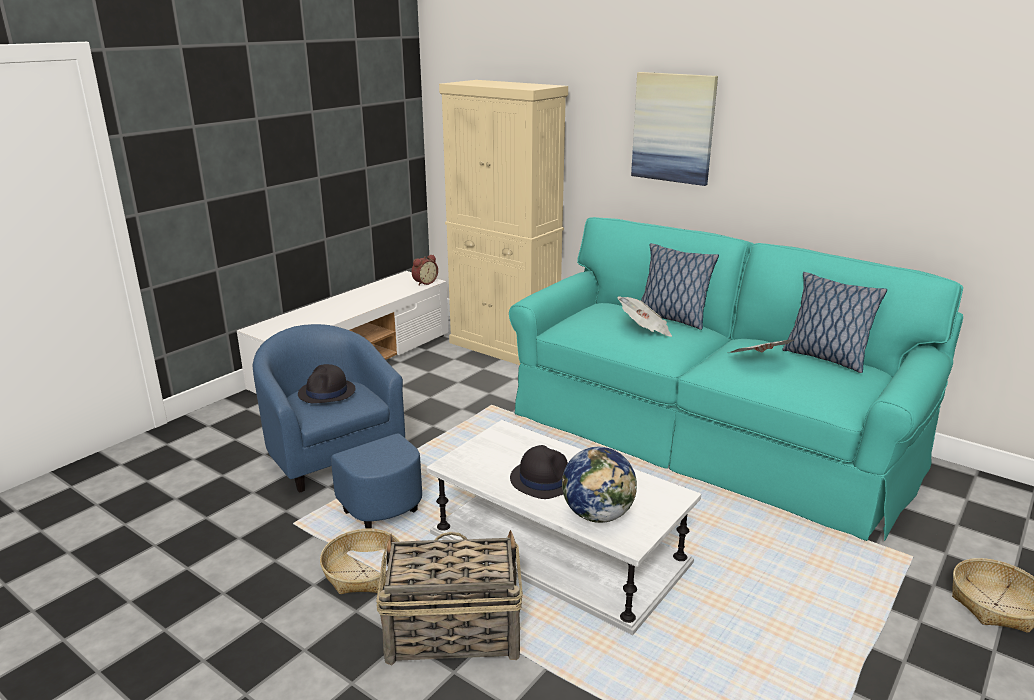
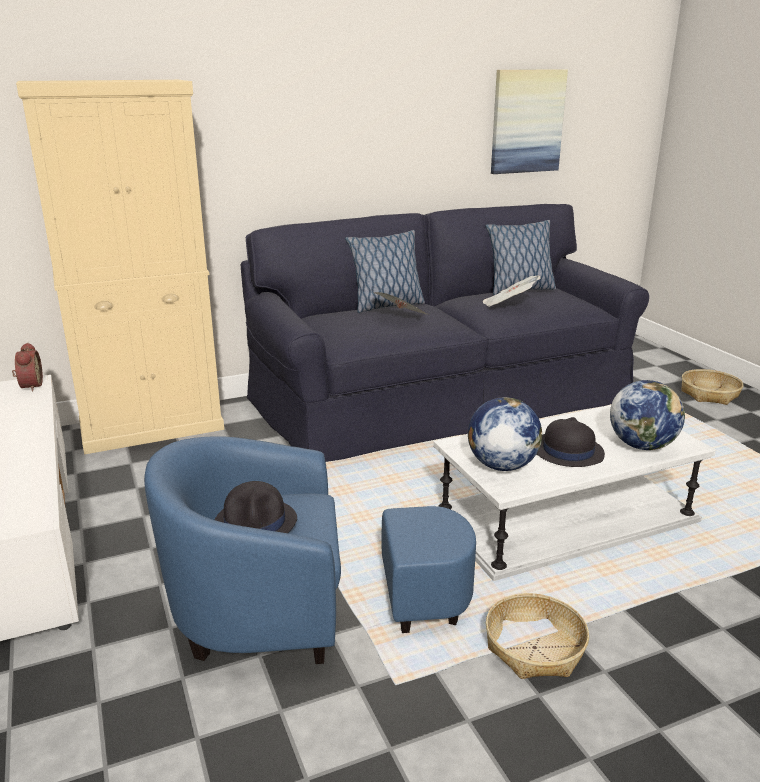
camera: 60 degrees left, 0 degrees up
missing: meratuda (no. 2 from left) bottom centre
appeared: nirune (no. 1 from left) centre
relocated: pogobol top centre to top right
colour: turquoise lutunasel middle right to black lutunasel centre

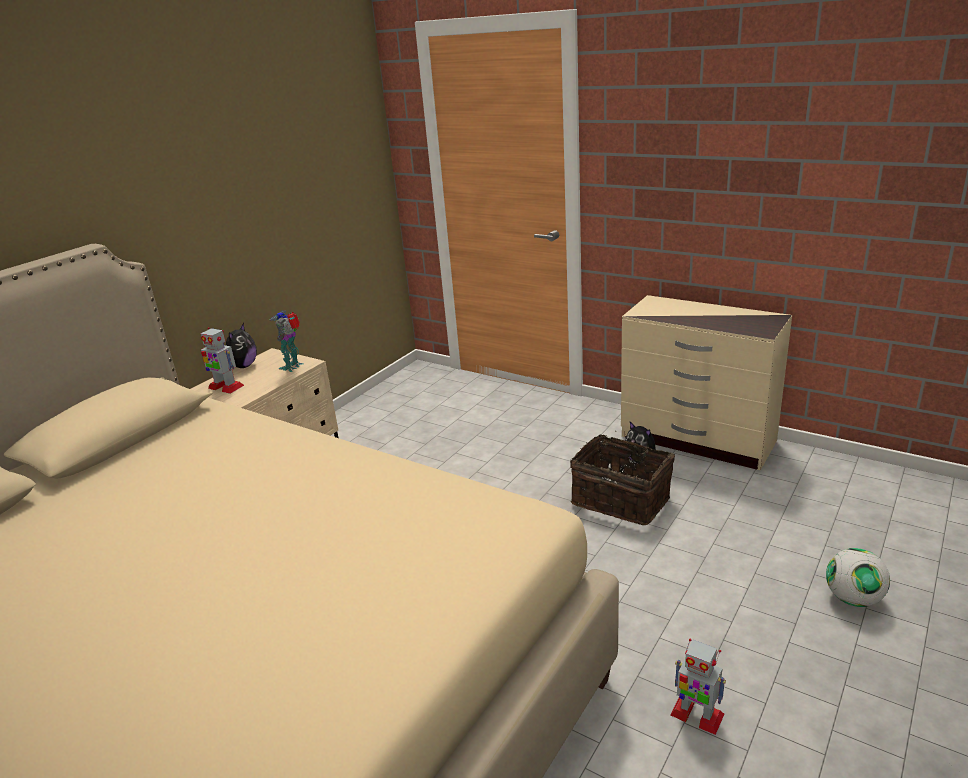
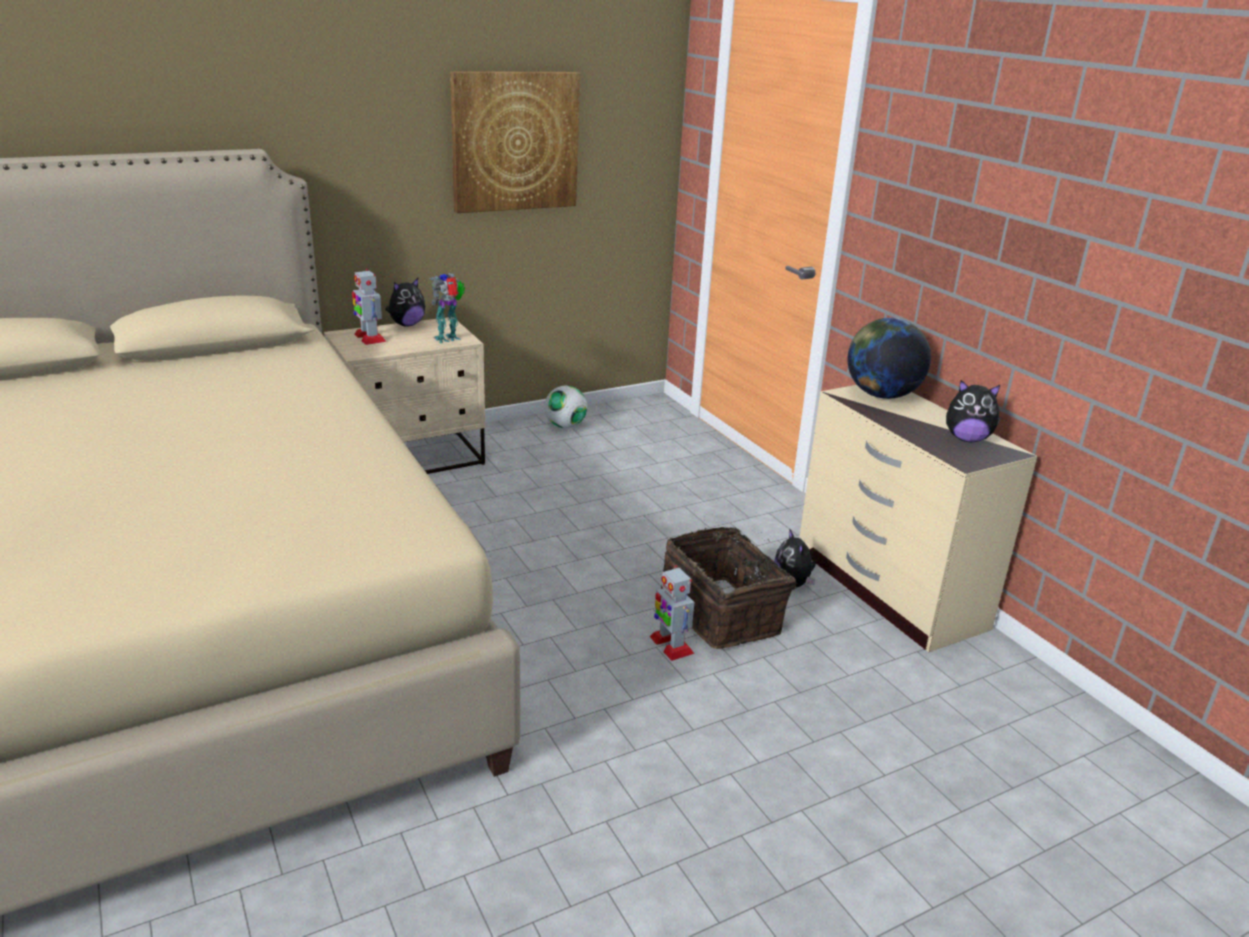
camera: 25 degrees right, 0 degrees up
appeared: pogobol top centre; nirune middle right; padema (no. 3 from left) middle right
relocated: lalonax bottom right to centre; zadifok (no. 3 from left) bottom right to centre

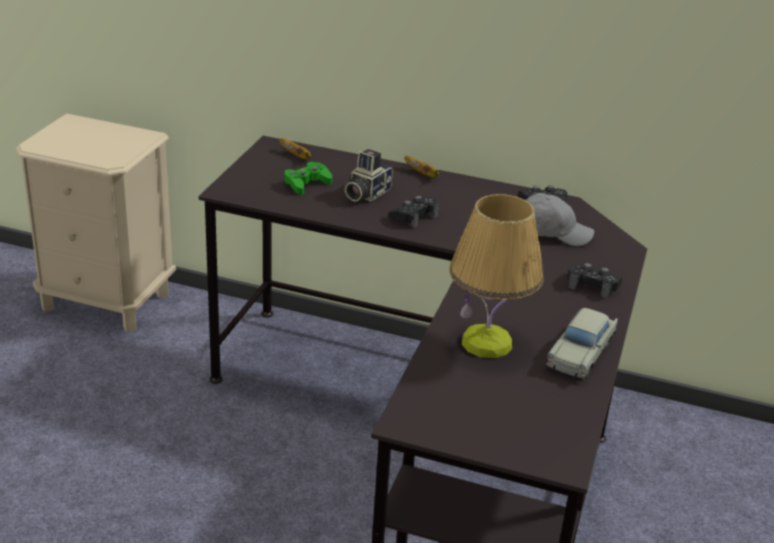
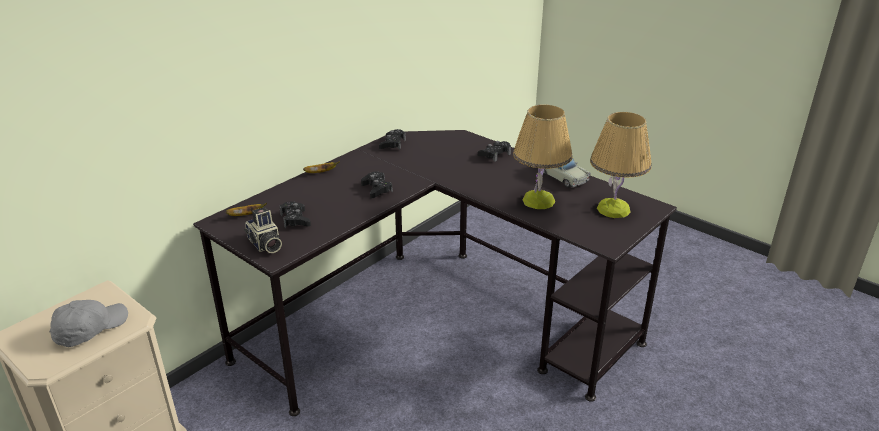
camera: 65 degrees left, 0 degrees up
appeared: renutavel (no. 2 from left) middle right
relocated: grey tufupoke middle right to bottom left; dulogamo top centre to middle left
colour: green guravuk top centre to black guravuk (no. 1 from left) centre

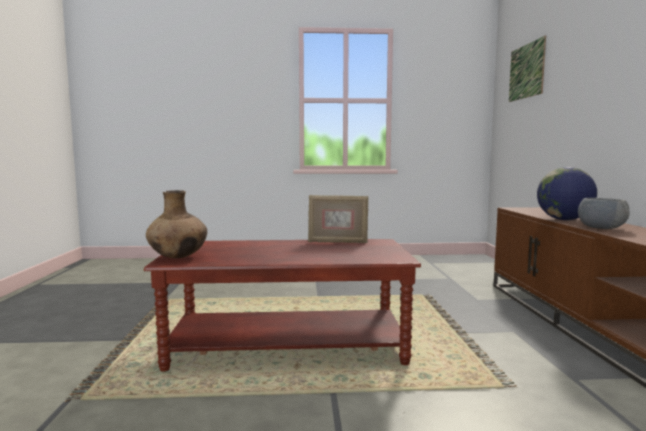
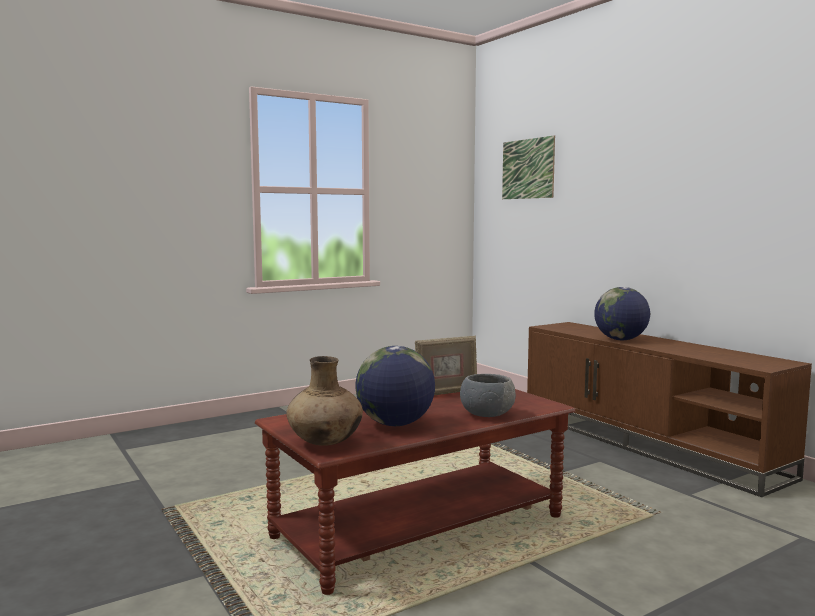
camera: 30 degrees left, 0 degrees up
appeared: nirune (no. 1 from left) centre
relocated: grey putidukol middle right to centre

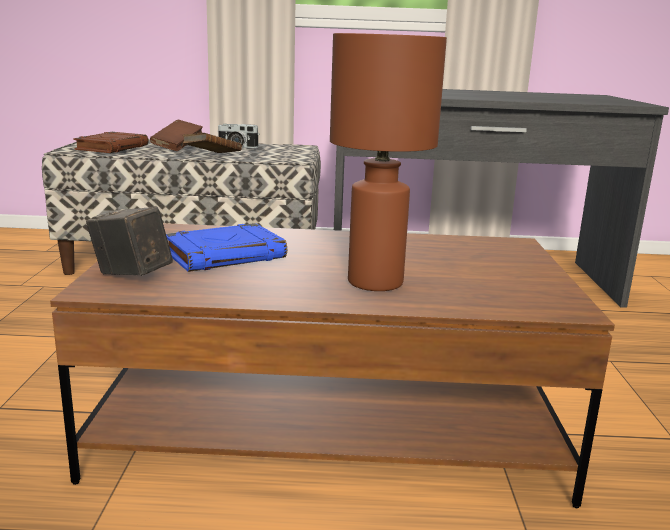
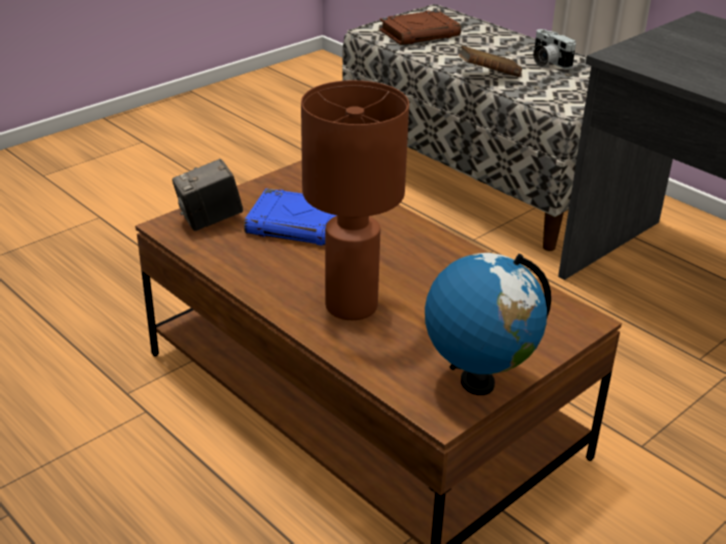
camera: 45 degrees right, 15 degrees up
missing: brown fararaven (no. 2 from left) top left
appeared: nirune middle right
spun: dulogamo (no. 1 from left) middle left = middle left 105 degrees counterclockwise

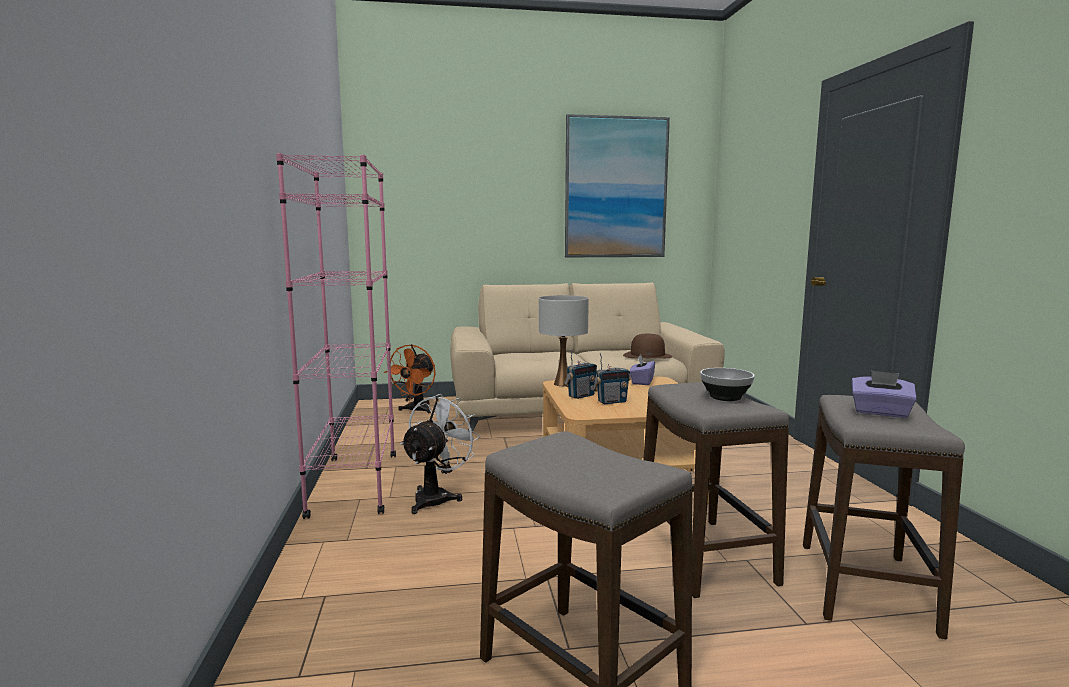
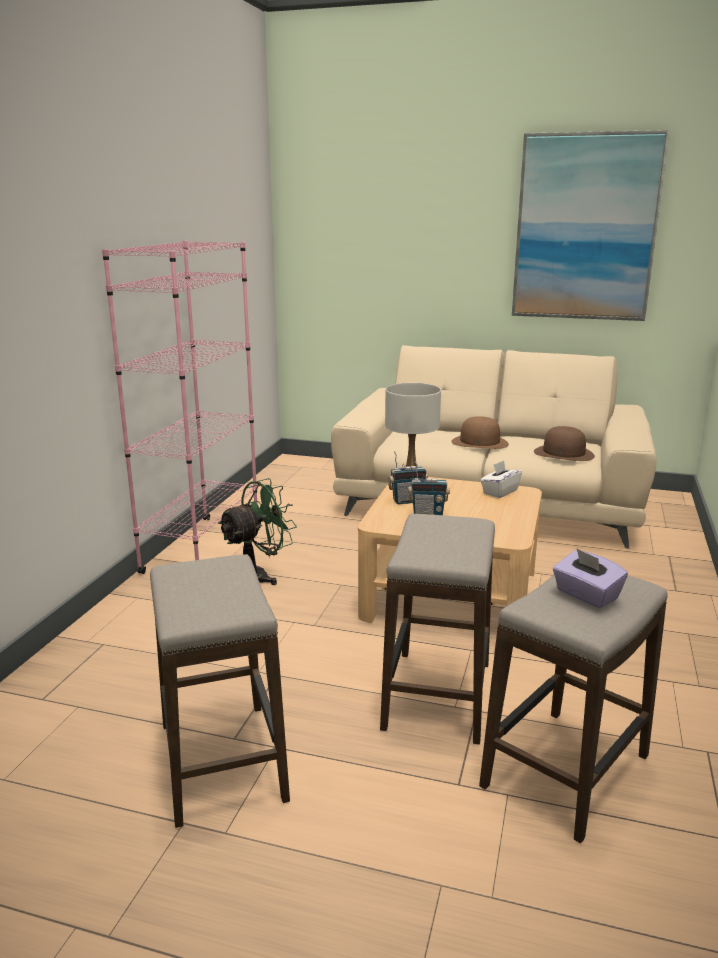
camera: 25 degrees right, 10 degrees up
missing: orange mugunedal centre; putidukol middle right
appeared: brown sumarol (no. 1 from left) middle right
colour: white mugunedal centre to green mugunedal centre; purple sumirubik (no. 1 from left) centre to white sumirubik middle right

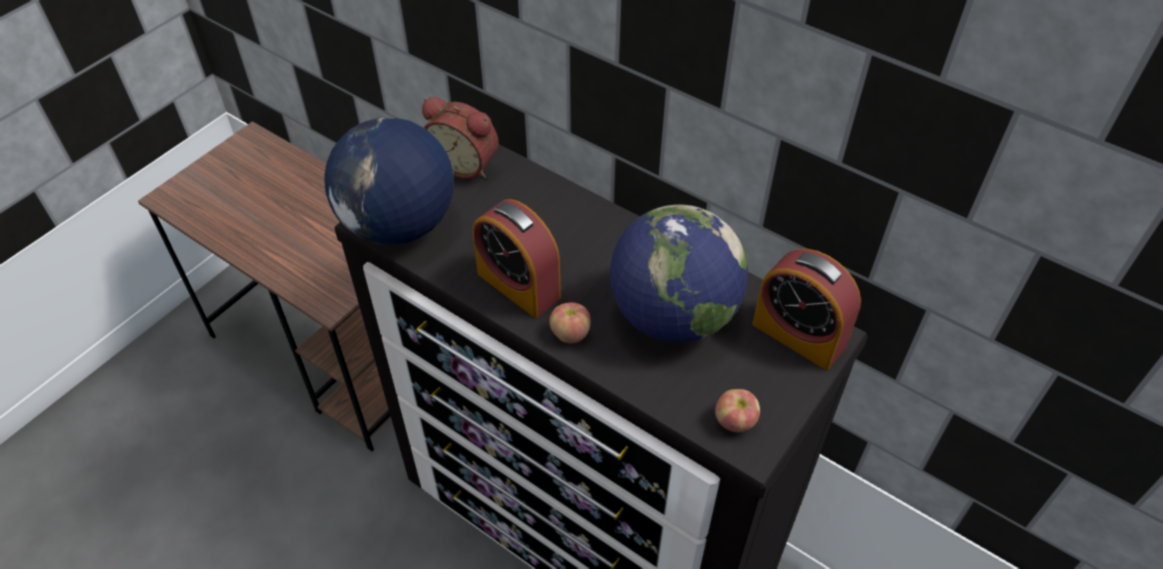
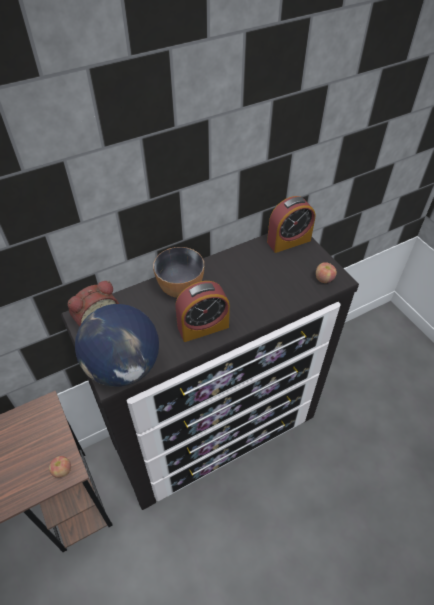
camera: 65 degrees left, 0 degrees up
missing: nirune (no. 2 from left) centre
appeared: putidukol centre
relocated: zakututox (no. 1 from left) centre to bottom left

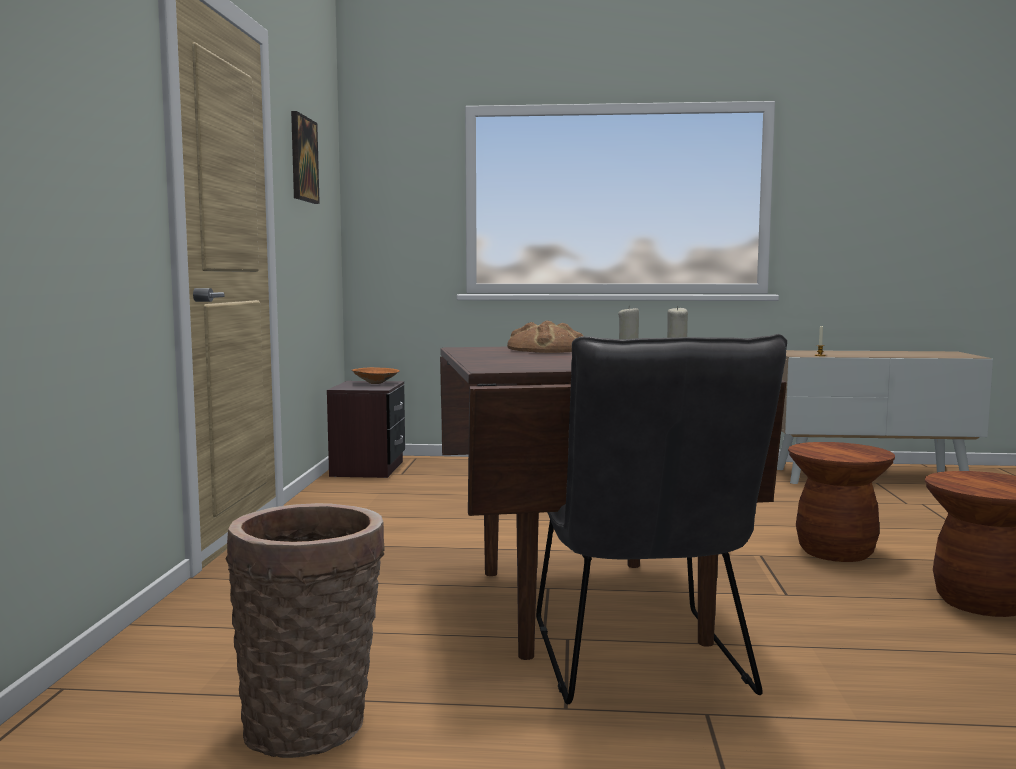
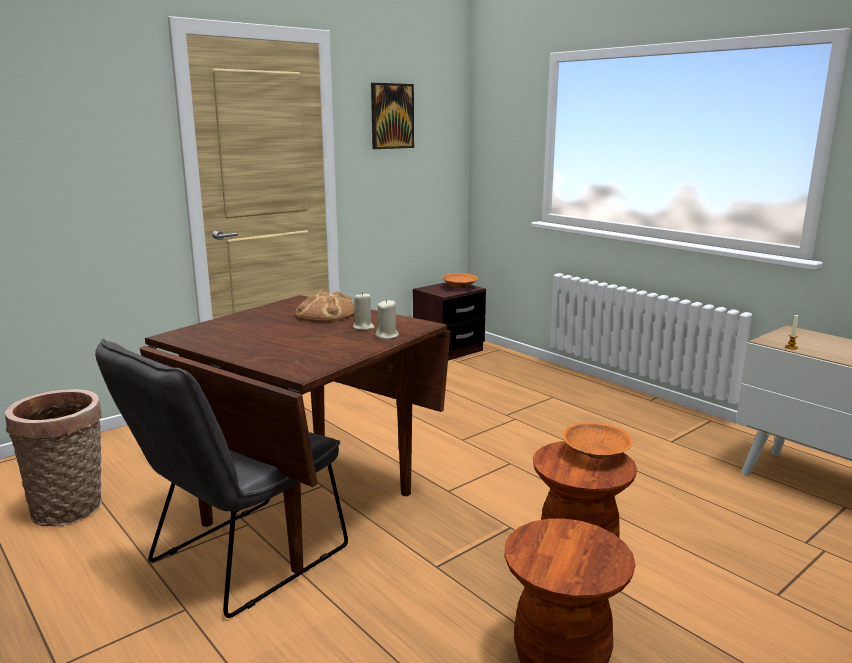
camera: 45 degrees right, 10 degrees up
appeared: orange putidukol (no. 2 from left) middle right

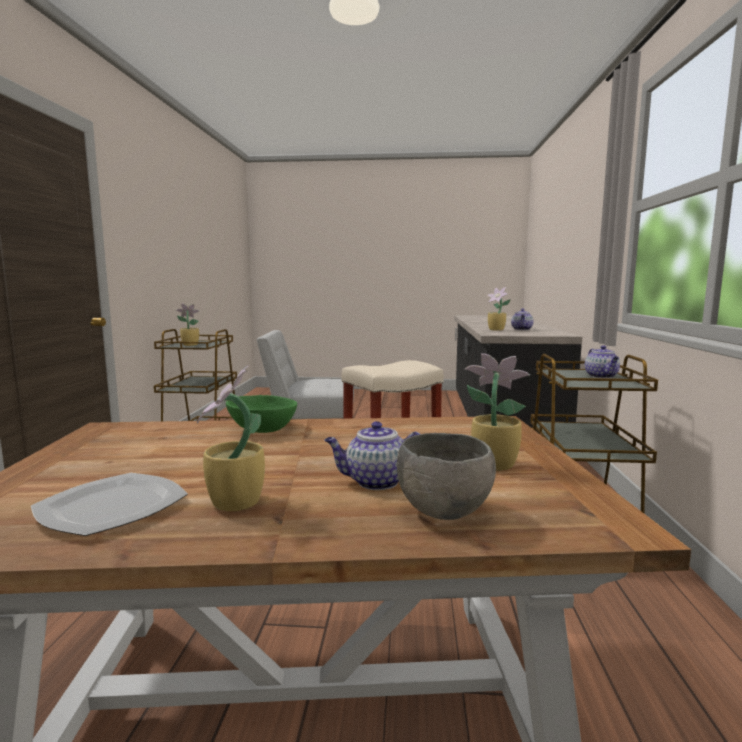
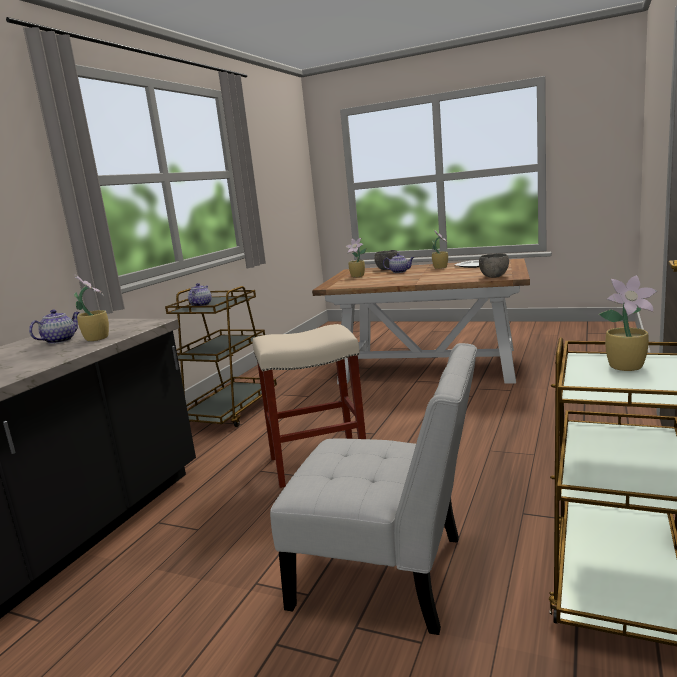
camera: 160 degrees left, 5 degrees up
missing: green putidukol centre
appeared: grey putidukol (no. 2 from left) middle right

